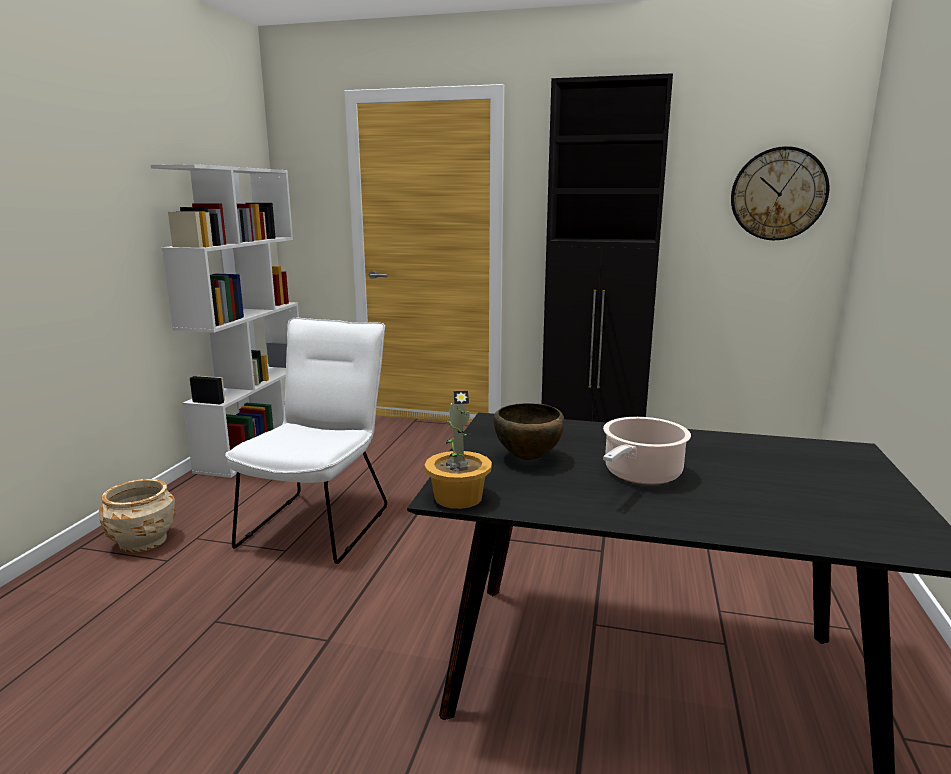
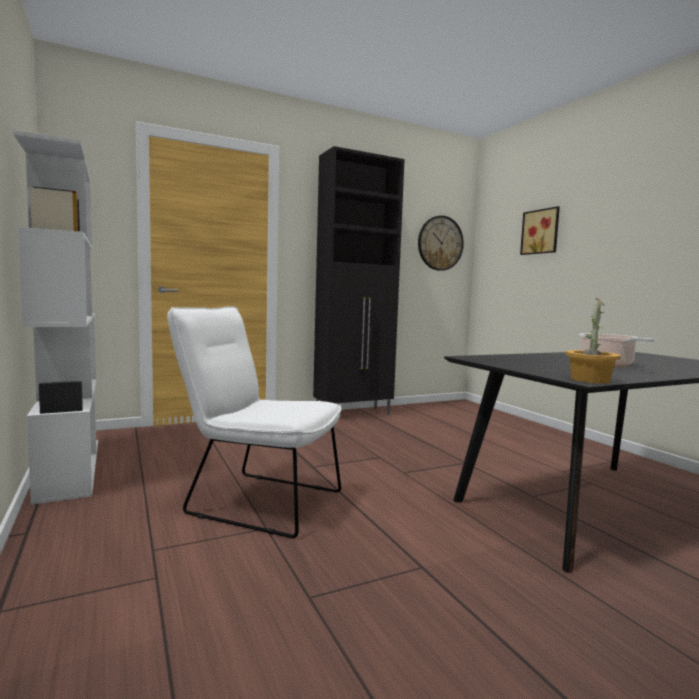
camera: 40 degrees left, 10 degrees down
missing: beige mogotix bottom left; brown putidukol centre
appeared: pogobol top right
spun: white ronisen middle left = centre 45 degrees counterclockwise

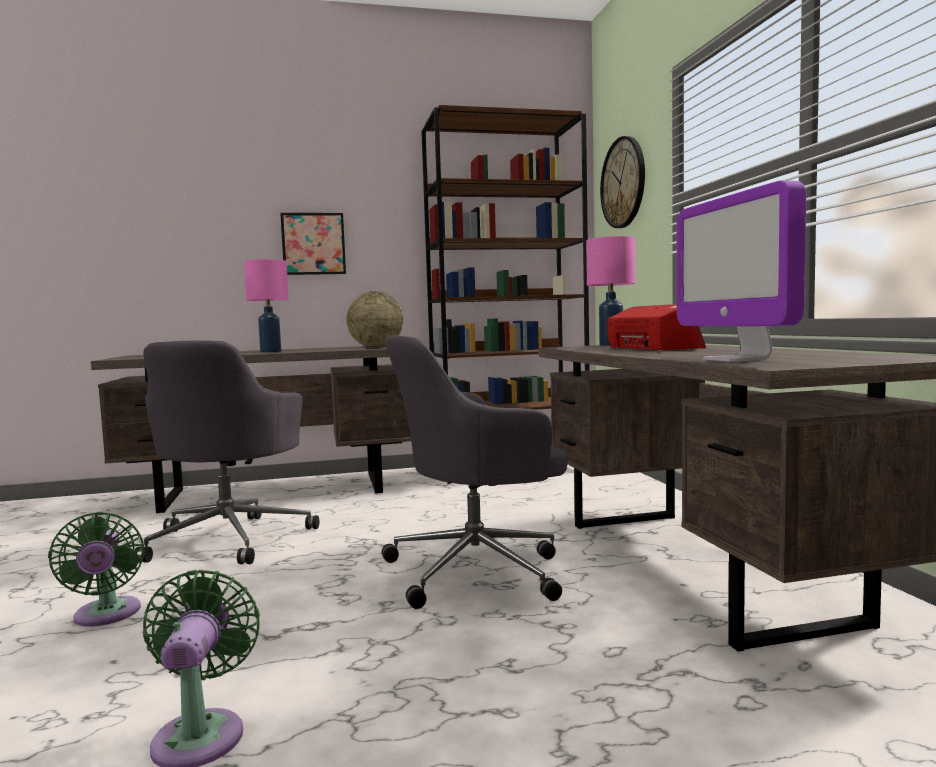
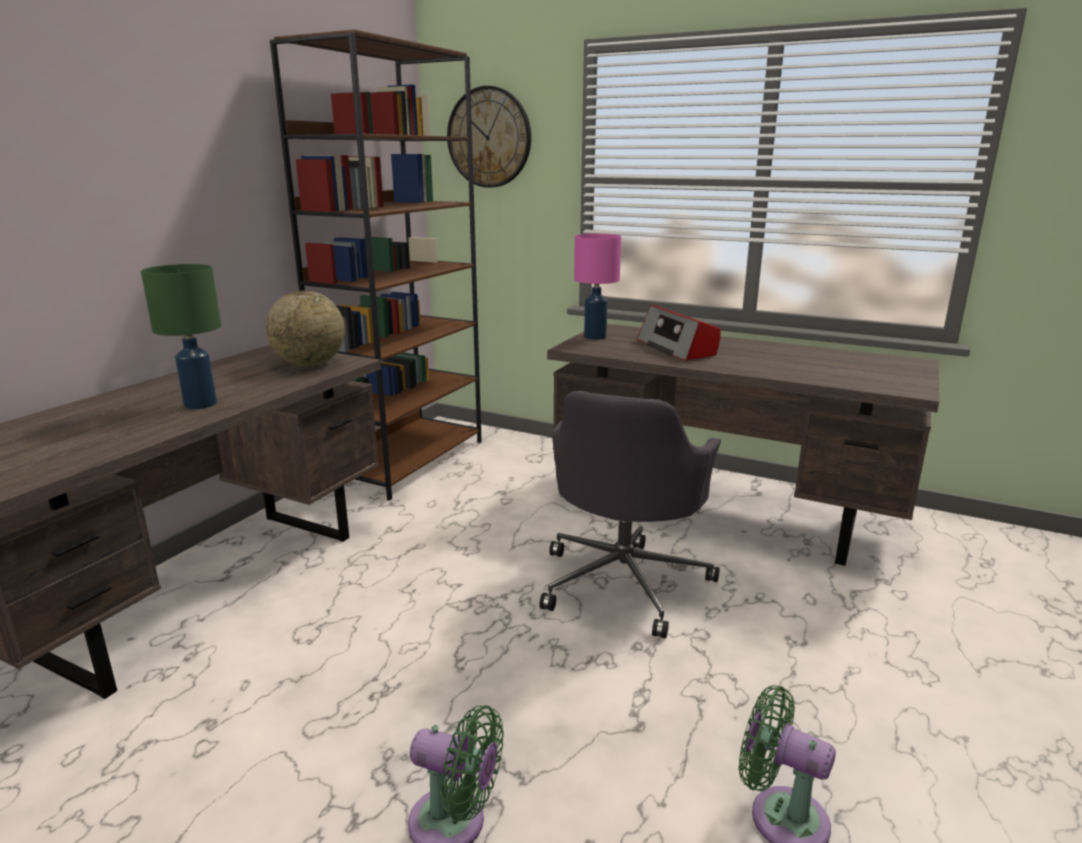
camera: 50 degrees left, 15 degrees up
missing: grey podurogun (no. 1 from left) middle left; pogobol top centre; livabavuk middle right
colour: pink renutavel (no. 1 from left) middle left to green renutavel middle left
spun: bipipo middle right = centre 135 degrees counterclockwise

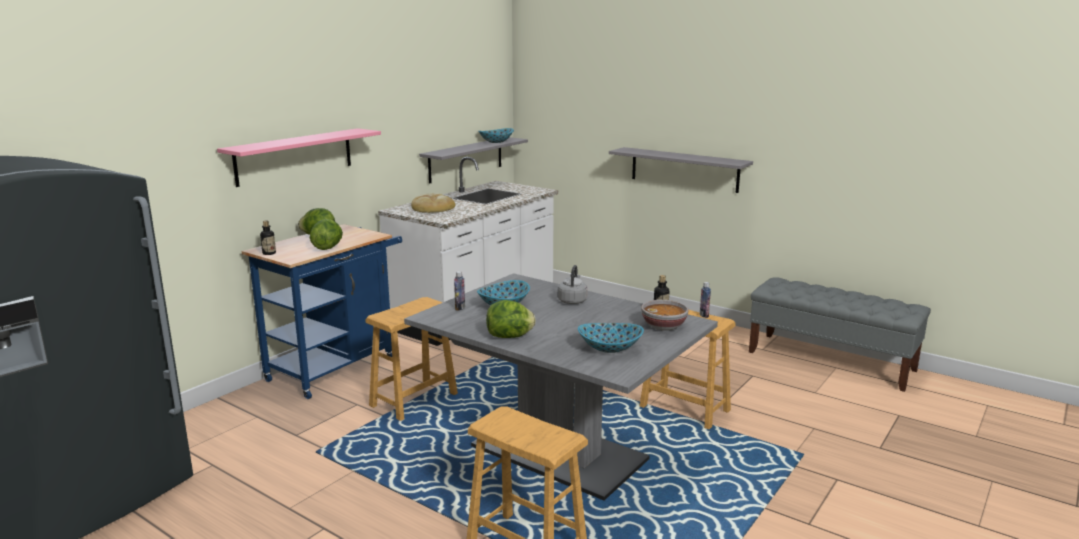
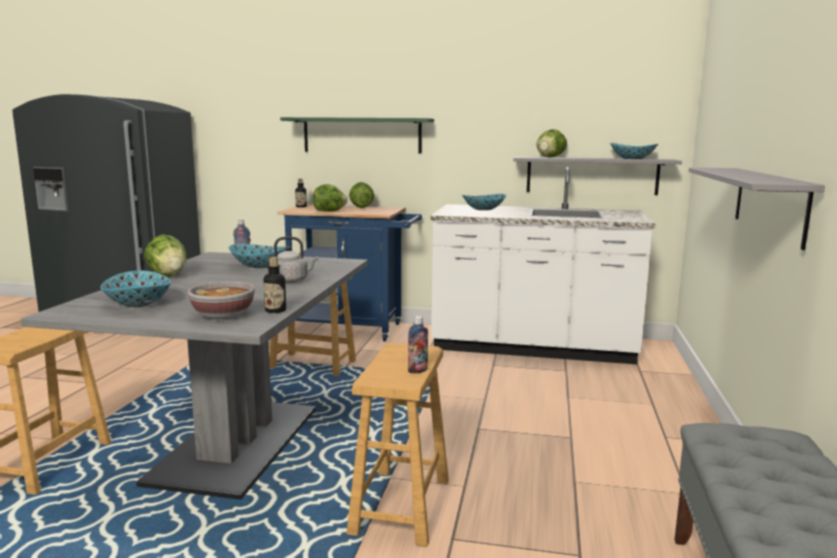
camera: 65 degrees right, 5 degrees down
appeared: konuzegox (no. 4 from left) top centre
exchanged: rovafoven centre to putidukol (no. 4 from left) centre
colour: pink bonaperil top left to green bonaperil top centre

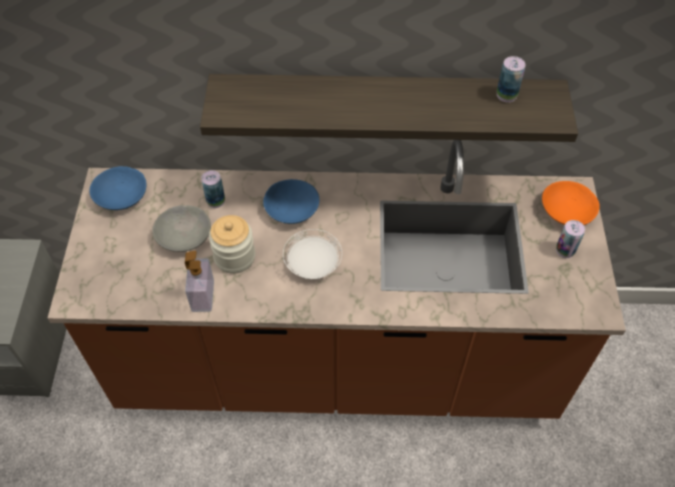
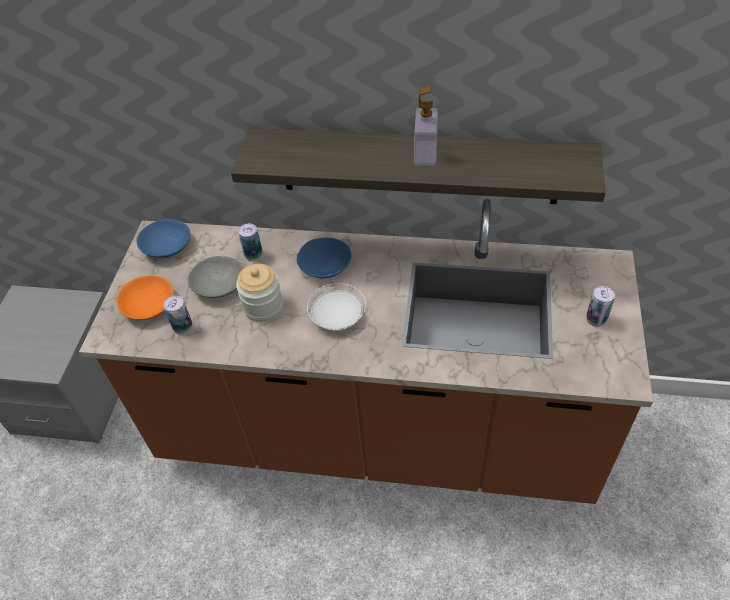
camera: 10 degrees right, 5 degrees down
relocated: orange putidukol middle right to middle left; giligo (no. 2 from left in the first image) top right to giligo (no. 1 from left) middle left; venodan middle left to top centre

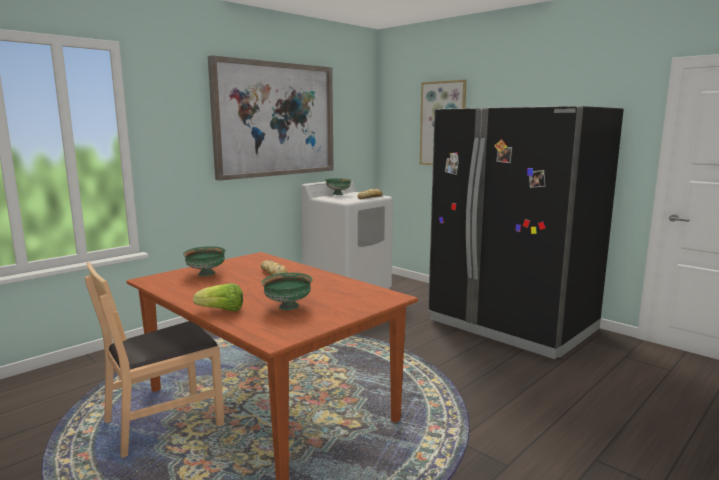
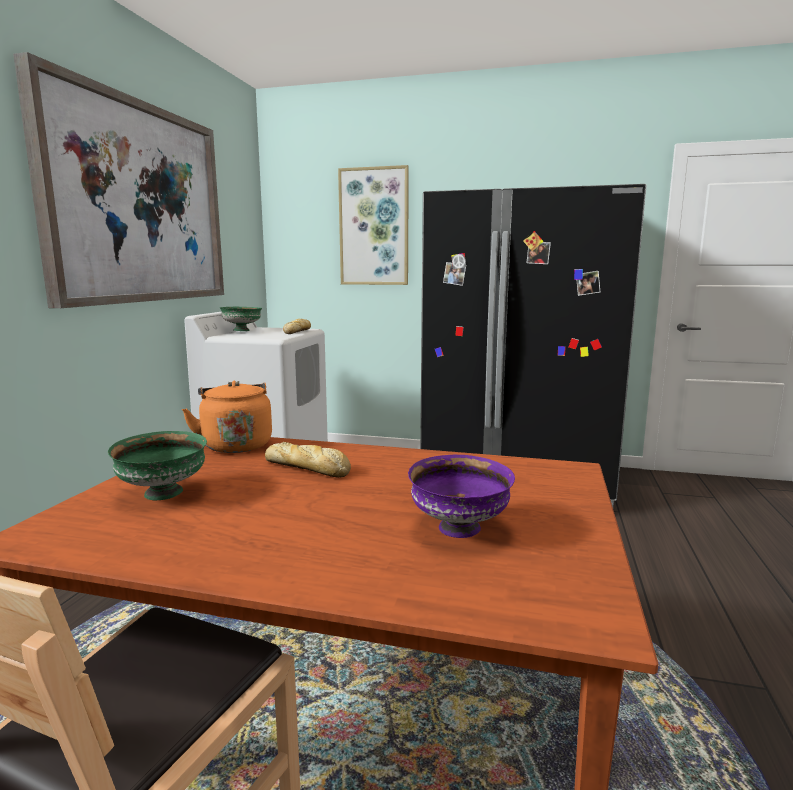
camera: 30 degrees left, 0 degrees up
missing: konuzegox middle left
appeared: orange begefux middle left
colour: green putidukol (no. 2 from left) centre to purple putidukol centre

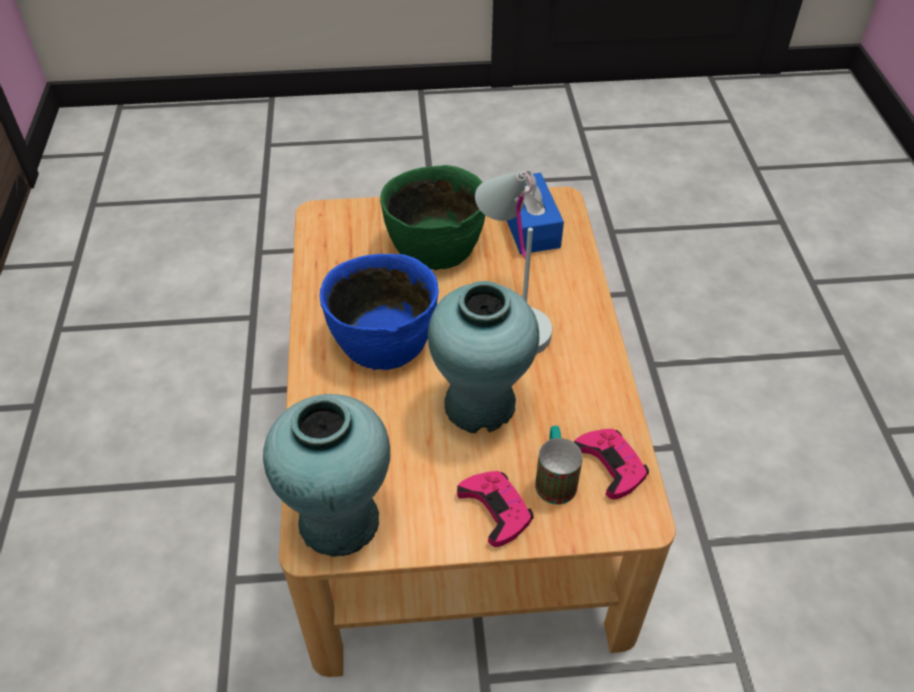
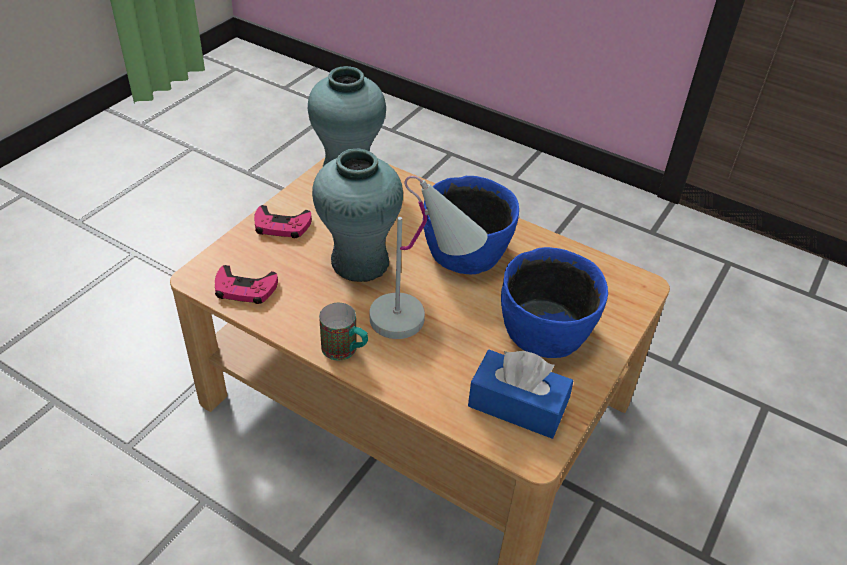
camera: 125 degrees right, 5 degrees down
relocated: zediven bottom centre to centre
colour: green putidukol top centre to blue putidukol (no. 2 from left) centre

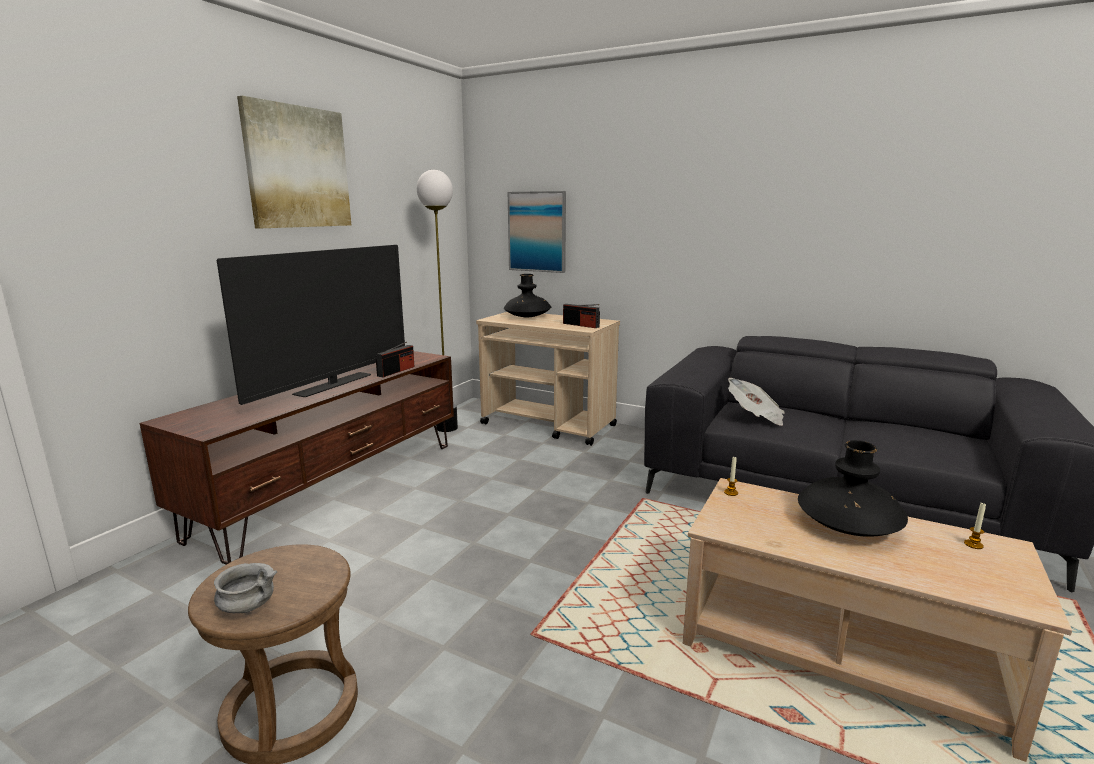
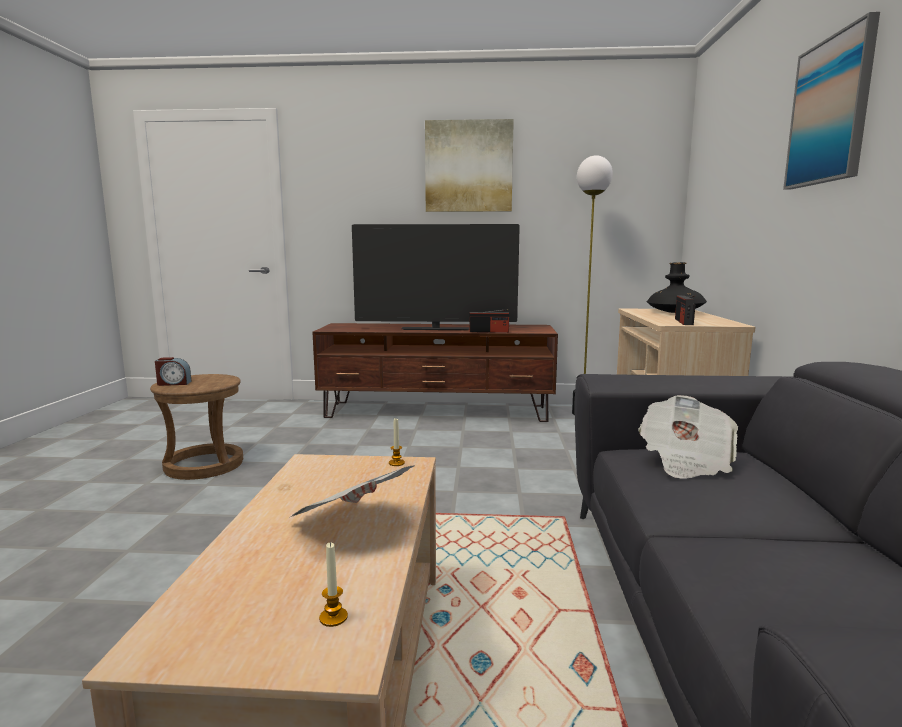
camera: 65 degrees right, 5 degrees down
relocated: pogobol (no. 2 from left) top centre to top right
exchanged: grey putidukol bottom left to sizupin middle left; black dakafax (no. 2 from left) middle right to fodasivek (no. 1 from left) bottom centre

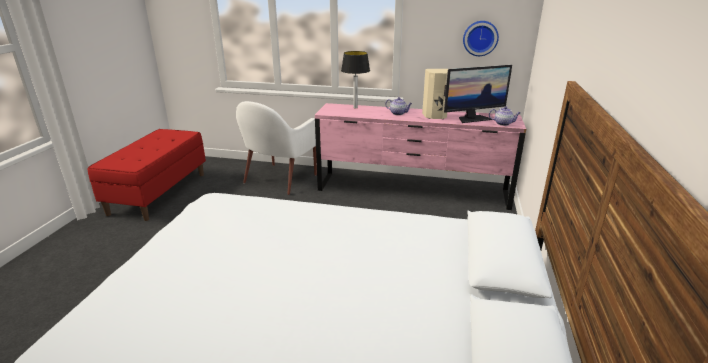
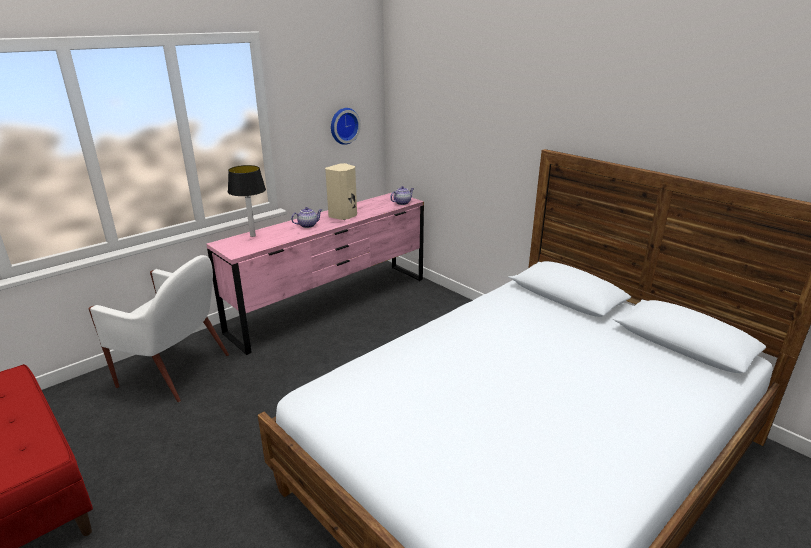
camera: 55 degrees left, 0 degrees up
missing: livabavuk top right
spun: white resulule centre = middle left 45 degrees counterclockwise

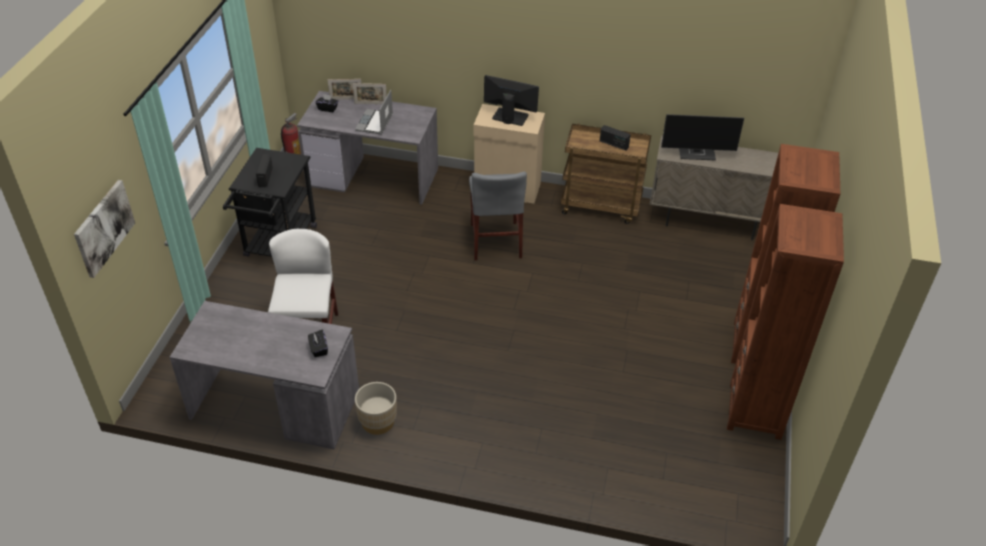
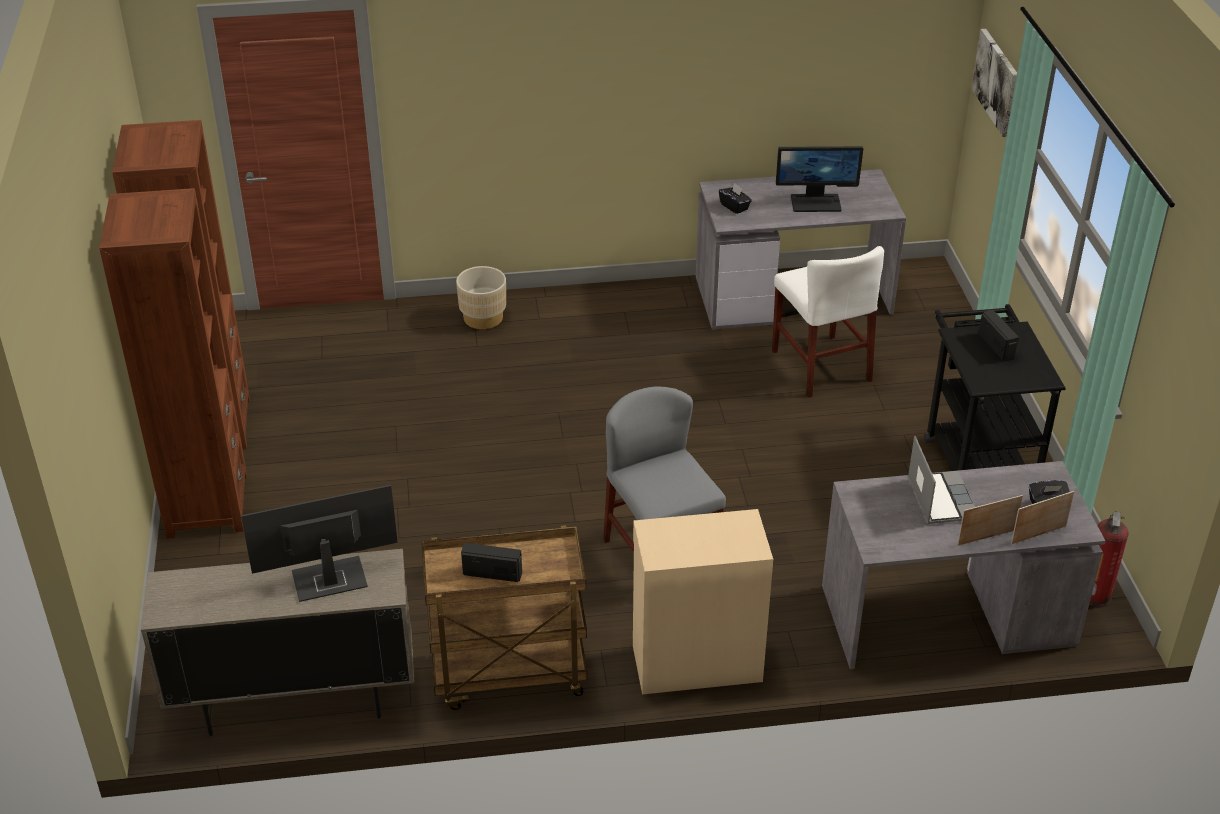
camera: 160 degrees right, 5 degrees down
relocated: beige mogotix bottom centre to centre; livabavuk (no. 1 from left in the first image) top centre to livabavuk (no. 2 from left) top right

